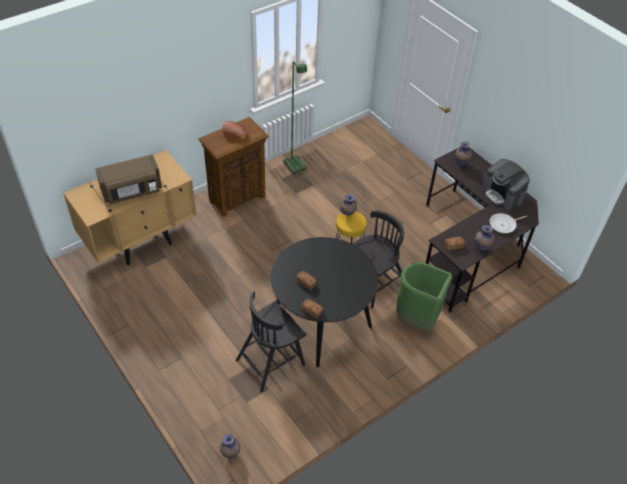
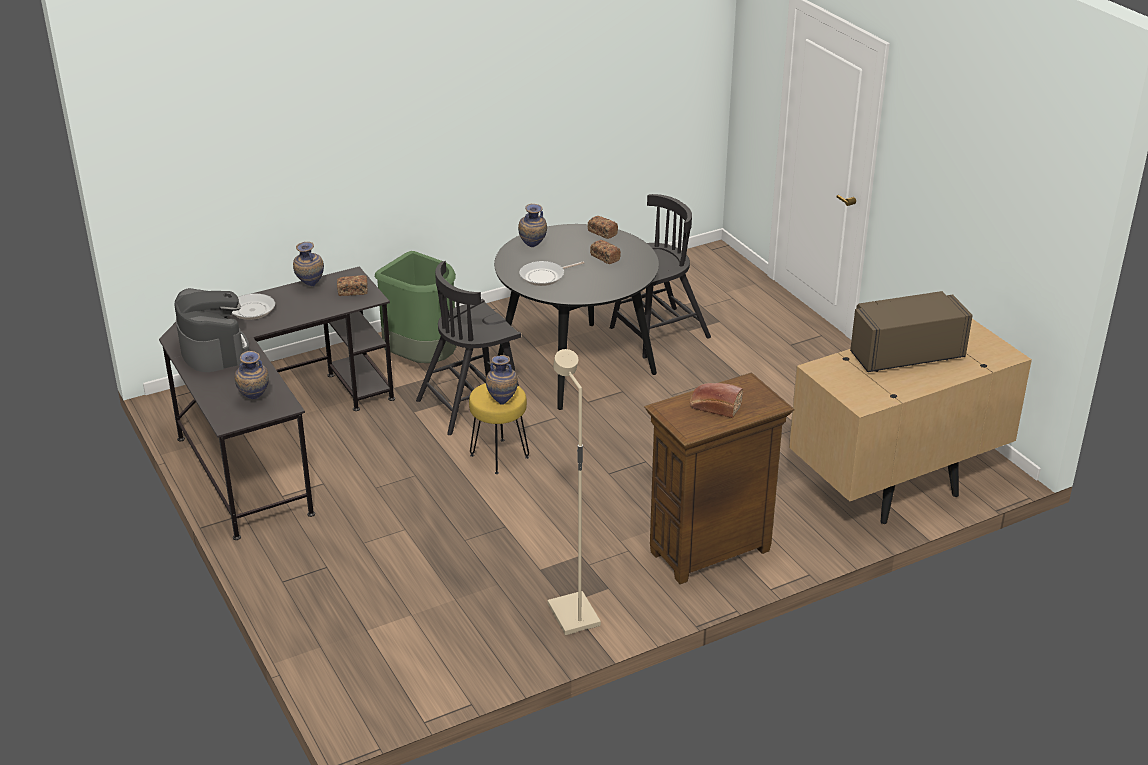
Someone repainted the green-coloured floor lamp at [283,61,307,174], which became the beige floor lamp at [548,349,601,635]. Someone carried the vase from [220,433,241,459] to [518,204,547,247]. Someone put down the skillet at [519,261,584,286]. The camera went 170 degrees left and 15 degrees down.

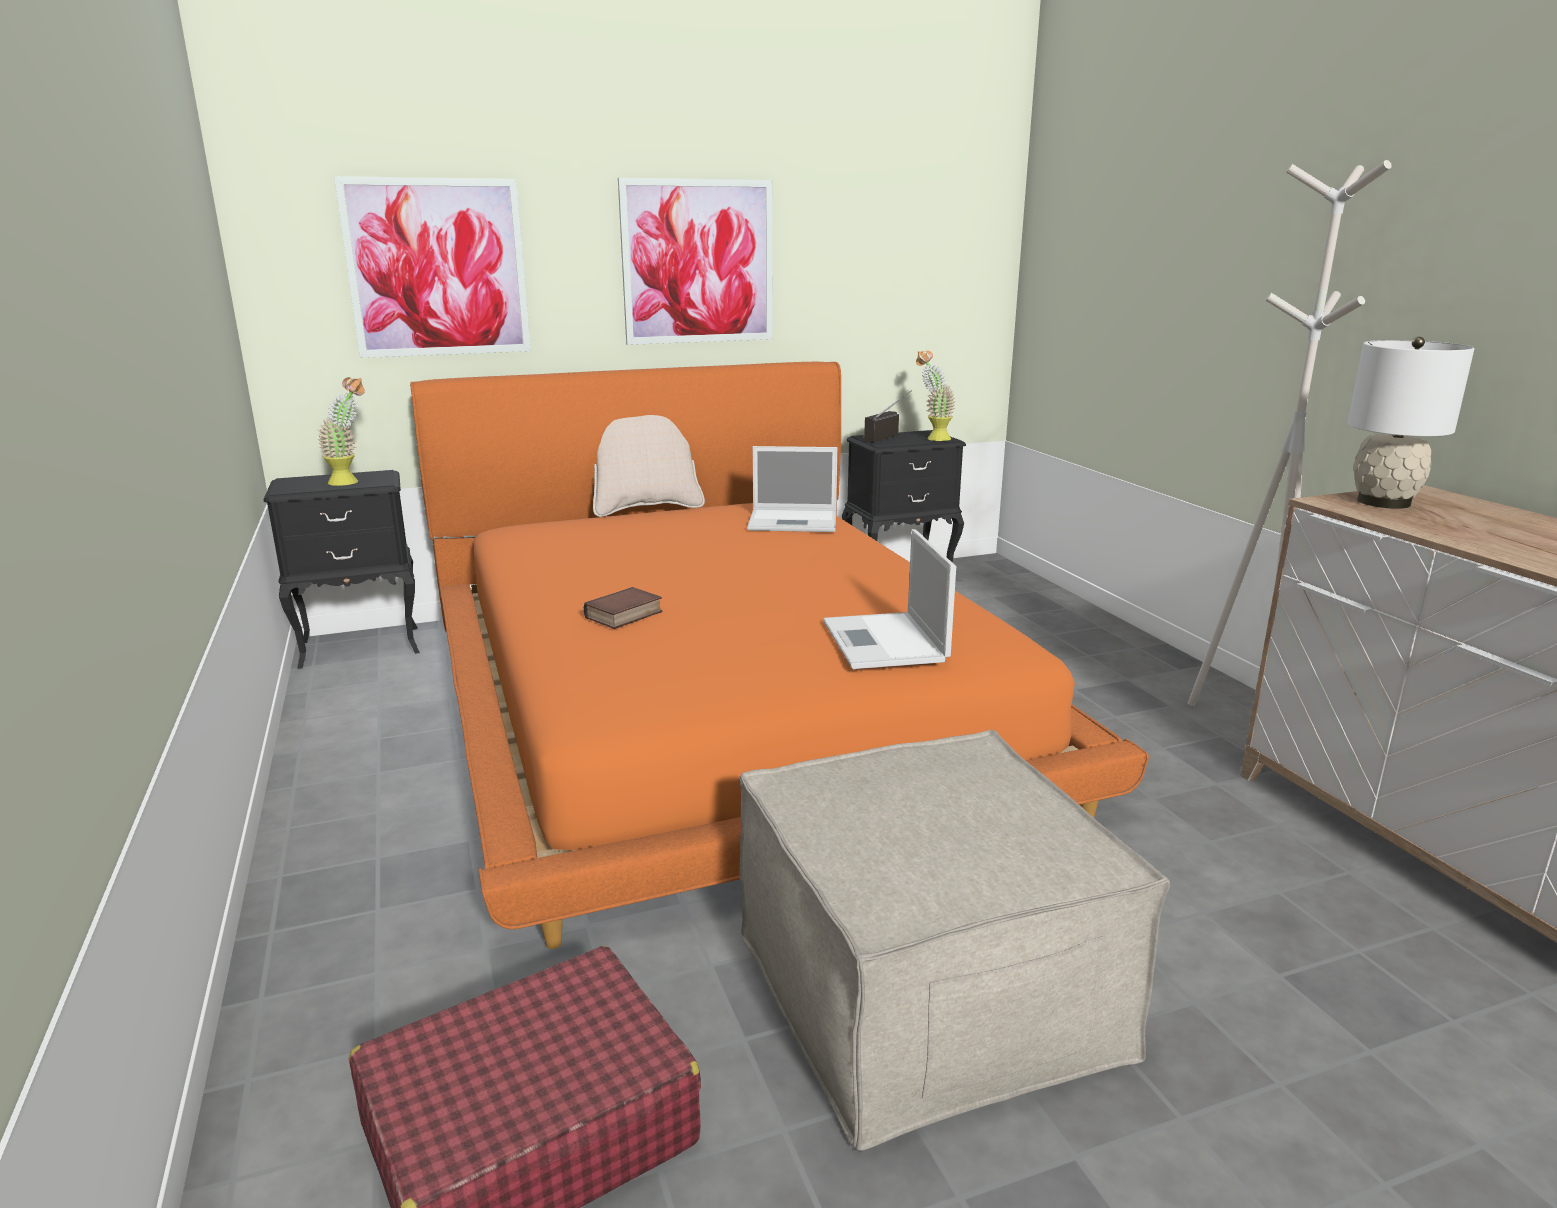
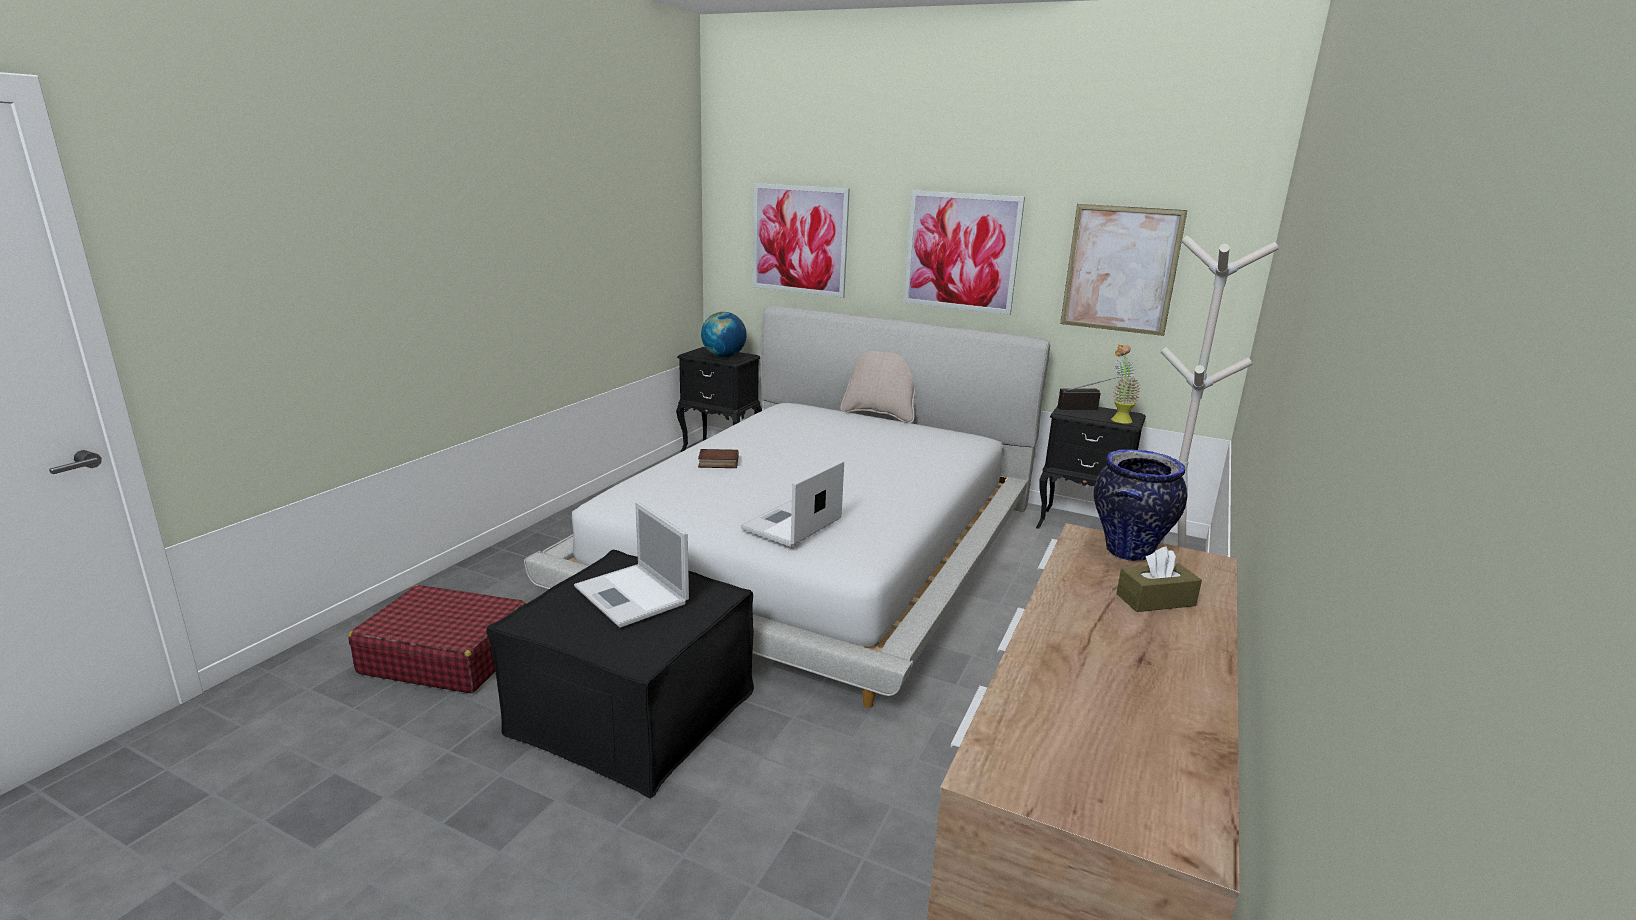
Someone swapped the whitish table lamp at [1348,337,1474,509] for the vase at [1094,449,1187,561]. Someone repainted the orange-coloured bedroom bed at [410,362,1149,949], which became the whitish bedroom bed at [524,306,1050,708]. Someone swapped the potted plant at [318,377,365,486] for the world globe at [701,312,747,357]. Someone carried the notebook computer from [747,446,837,532] to [574,502,689,628]. Someone repainted the beige ottoman at [739,730,1170,1151], which became the black-coloured ottoman at [486,550,754,798]. Someone put up the picture at [1060,204,1187,336]. Someone put down the brownish tissue box at [1116,547,1202,612]. The camera went 45 degrees right and 0 degrees up.

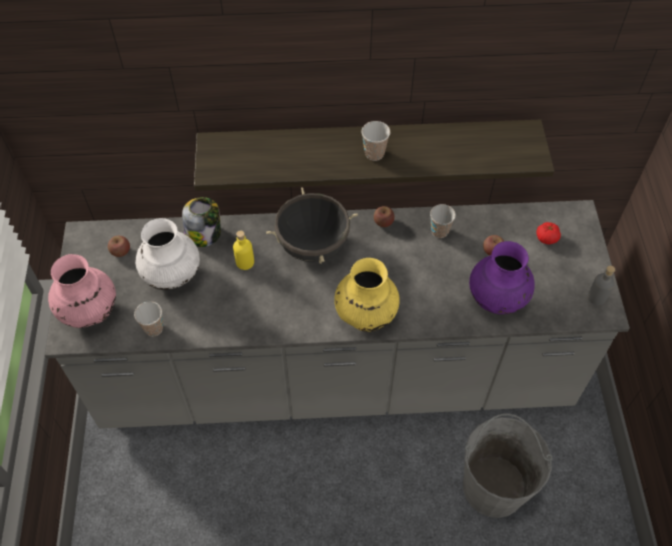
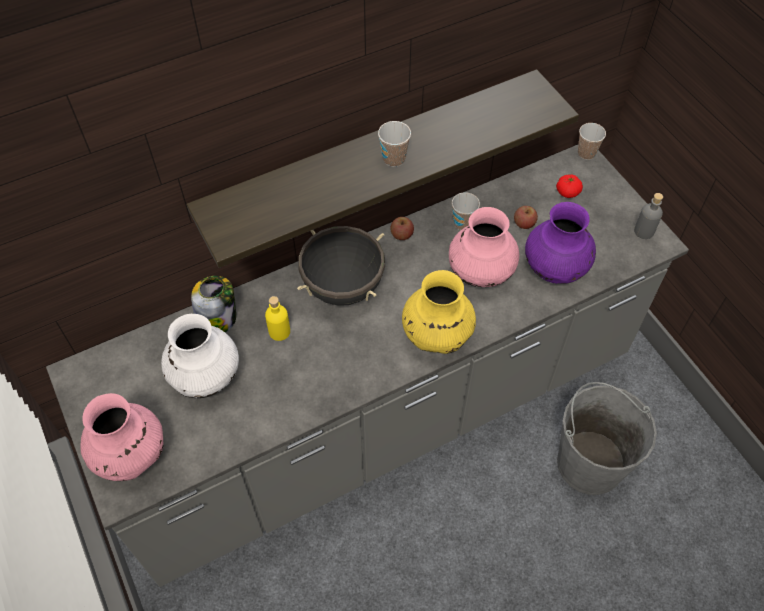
Someone took away the apple fruit at [108,236,130,257]. Someone carried the small cup from [134,301,163,337] to [578,123,606,160]. Someone put down the pinkish vase at [449,207,519,287]. The camera went 25 degrees left and 0 degrees up.

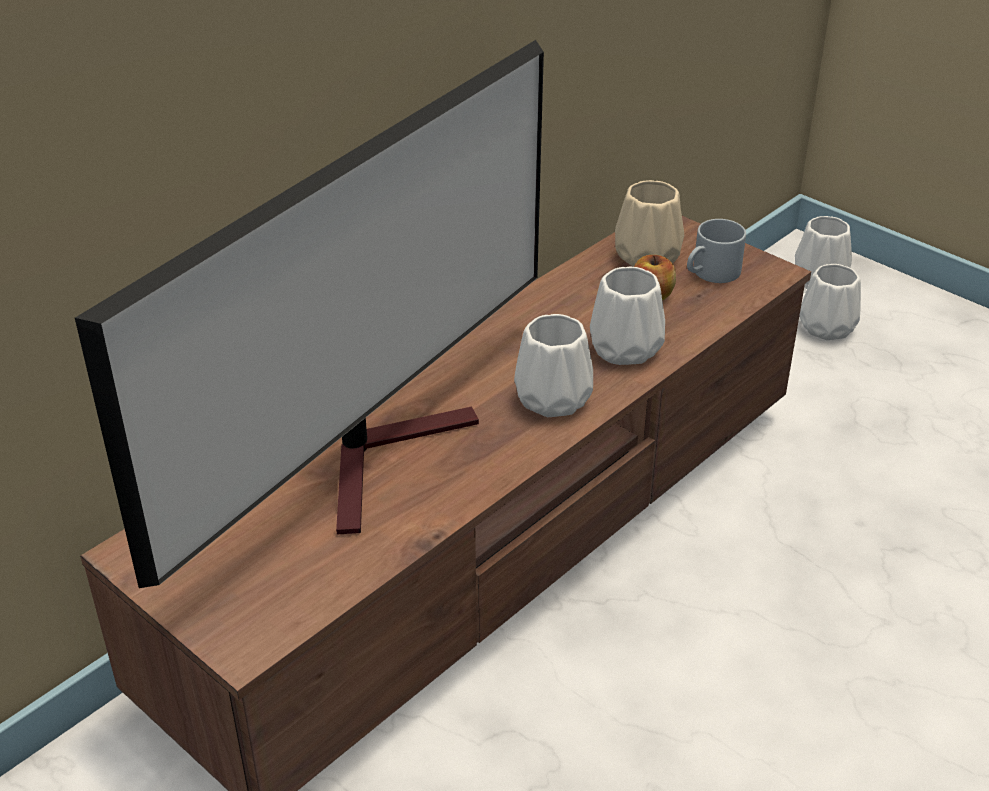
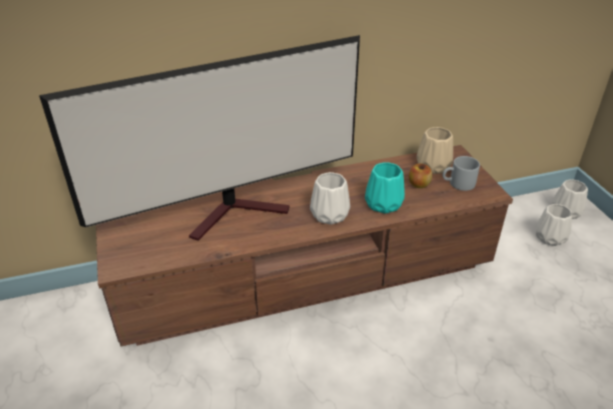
Someone repainted the whitish vase at [590,267,665,365], which became the turquoise-coloured vase at [365,162,405,214]. The camera went 30 degrees right and 0 degrees up.

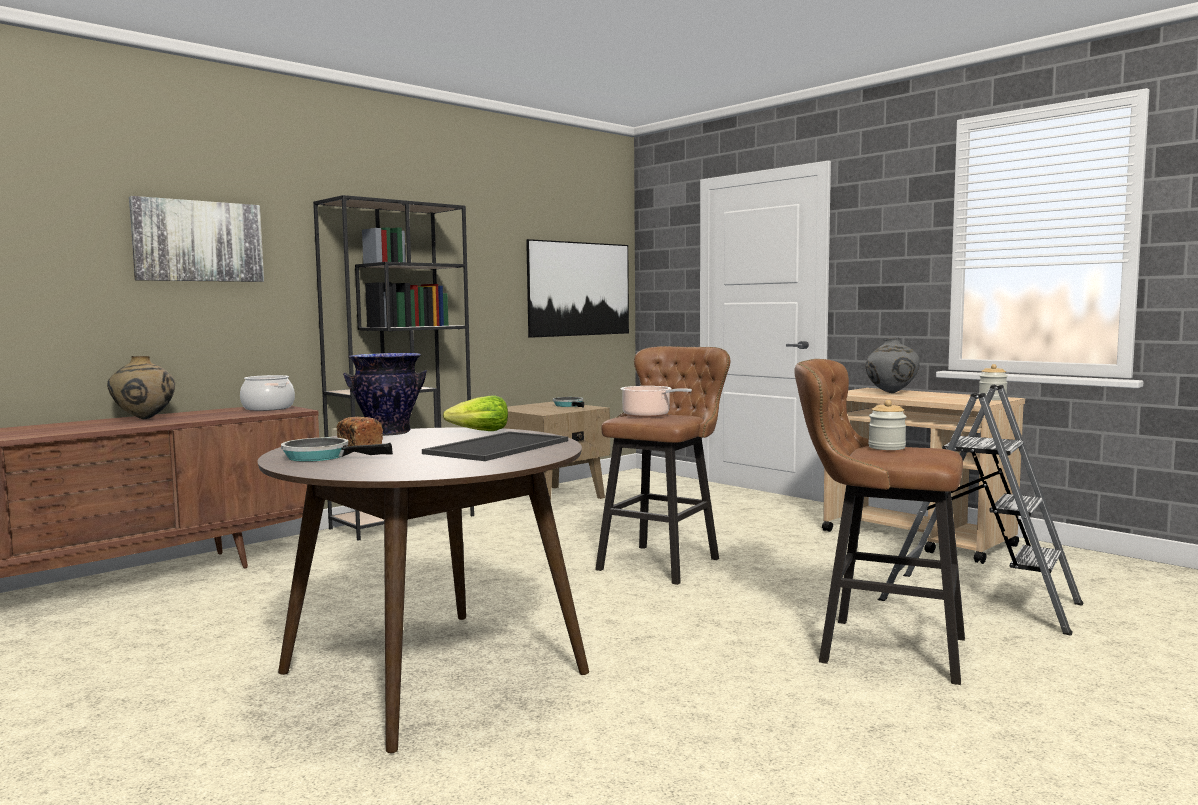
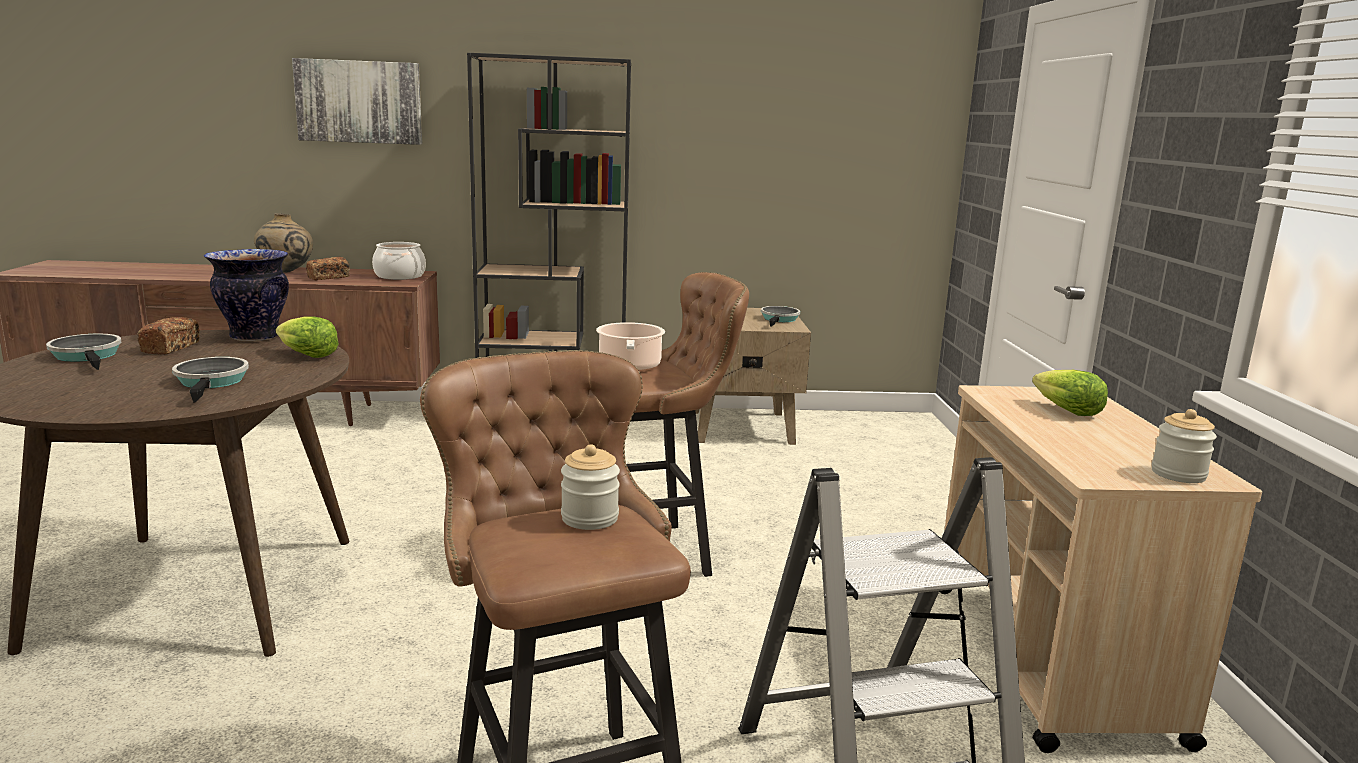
Someone took away the picture at [526,239,629,338]. Someone swapped the greyish vase at [865,338,920,393] for the head of lettuce at [1032,370,1108,416]. Someone swapped the tray at [422,431,568,461] for the skillet at [172,357,249,403]. Someone put down the bread at [306,257,350,280]. The camera went 40 degrees right and 10 degrees up.

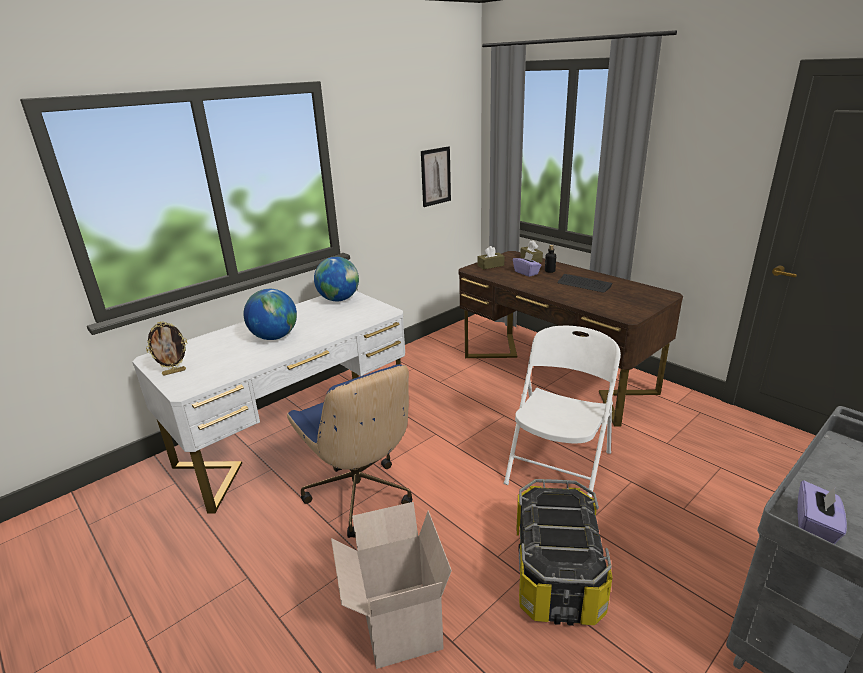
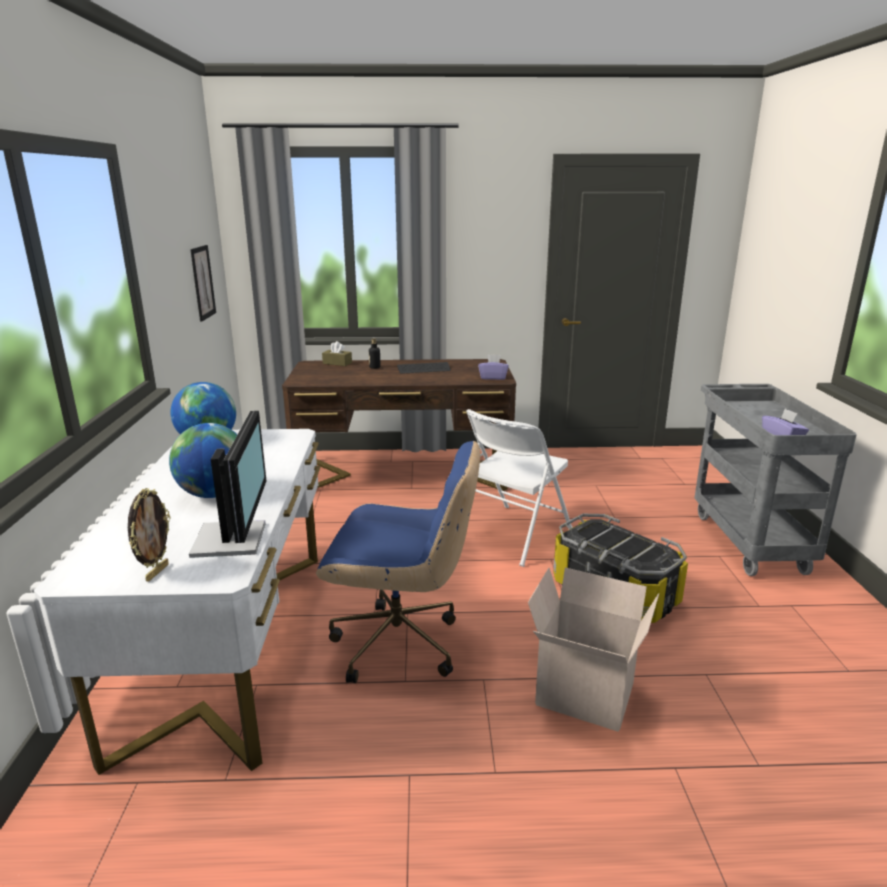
Someone took away the brownish tissue box at [478,246,504,270]. Someone carried the purple tissue box from [513,252,542,277] to [478,354,509,380]. Someone rotated the whitish chair at [504,326,621,498] by 120 degrees counterclockwise. Someone put down the monitor at [189,411,267,558]. The camera went 50 degrees left and 5 degrees down.

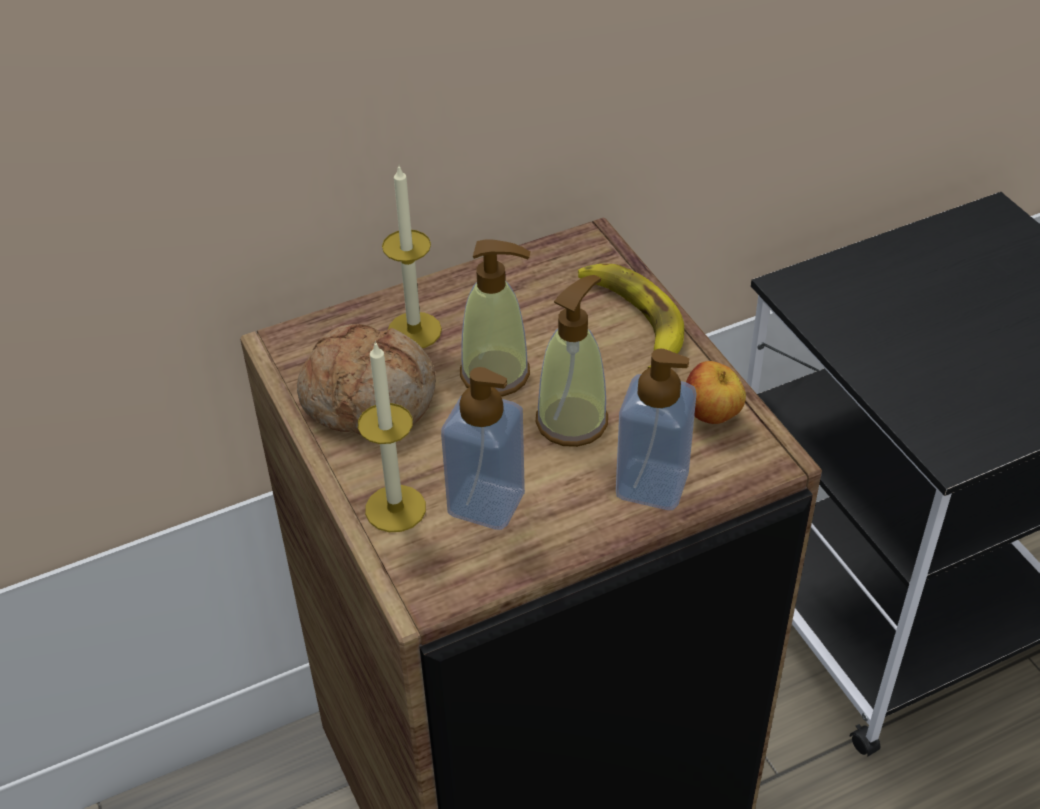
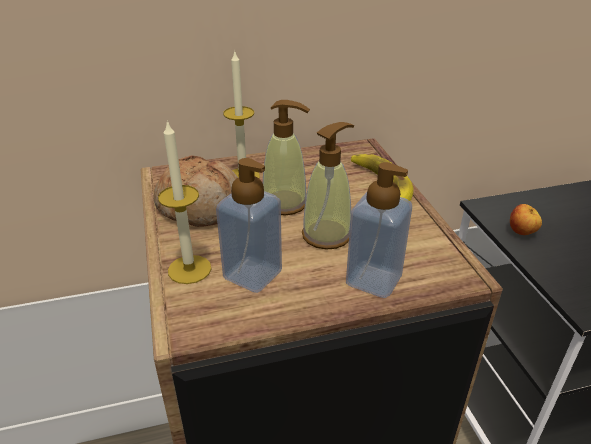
Someone carried the apple fruit from [686,361,746,424] to [510,204,542,235]. The camera went 10 degrees right and 10 degrees down.

